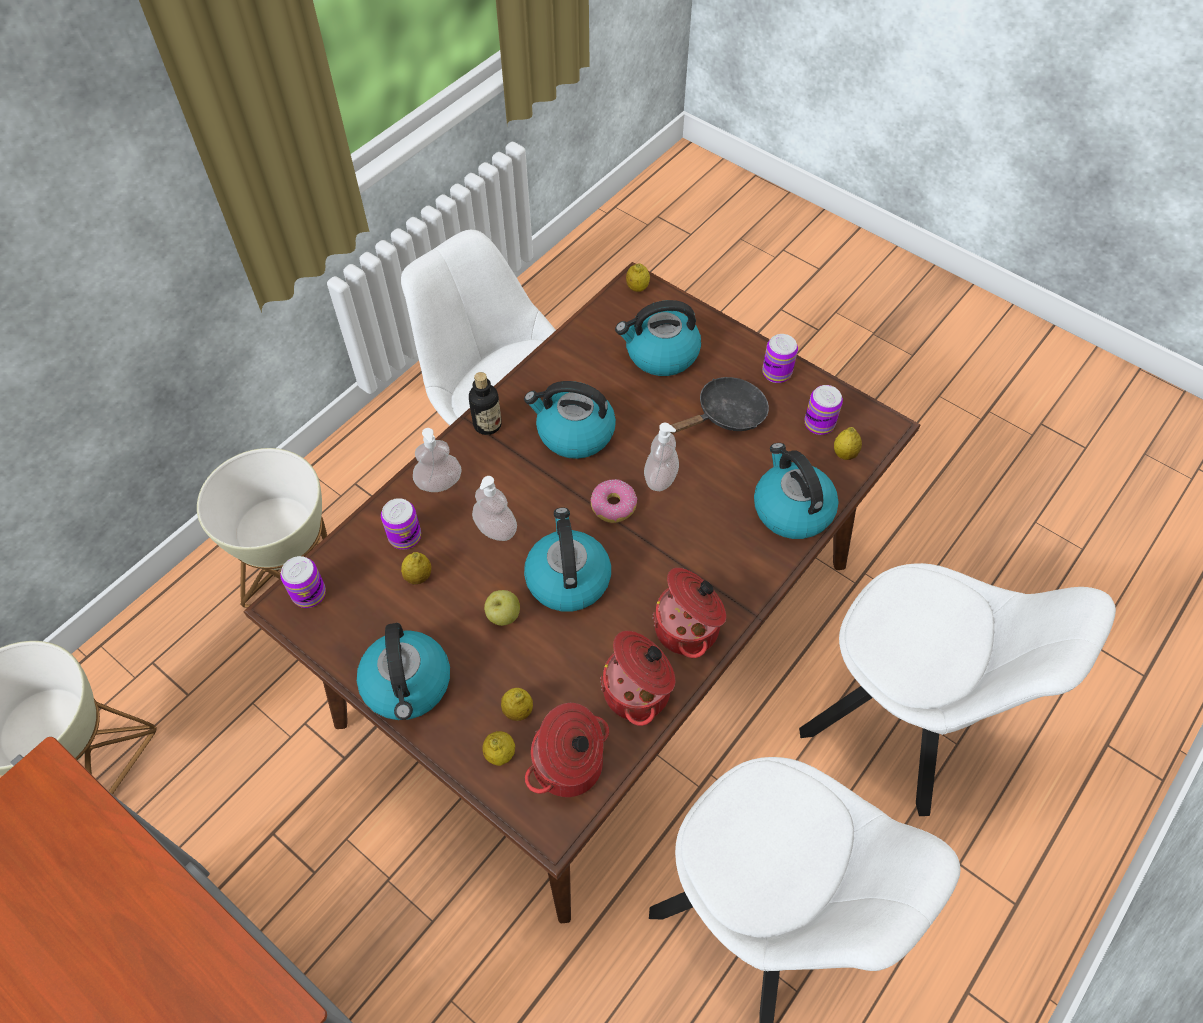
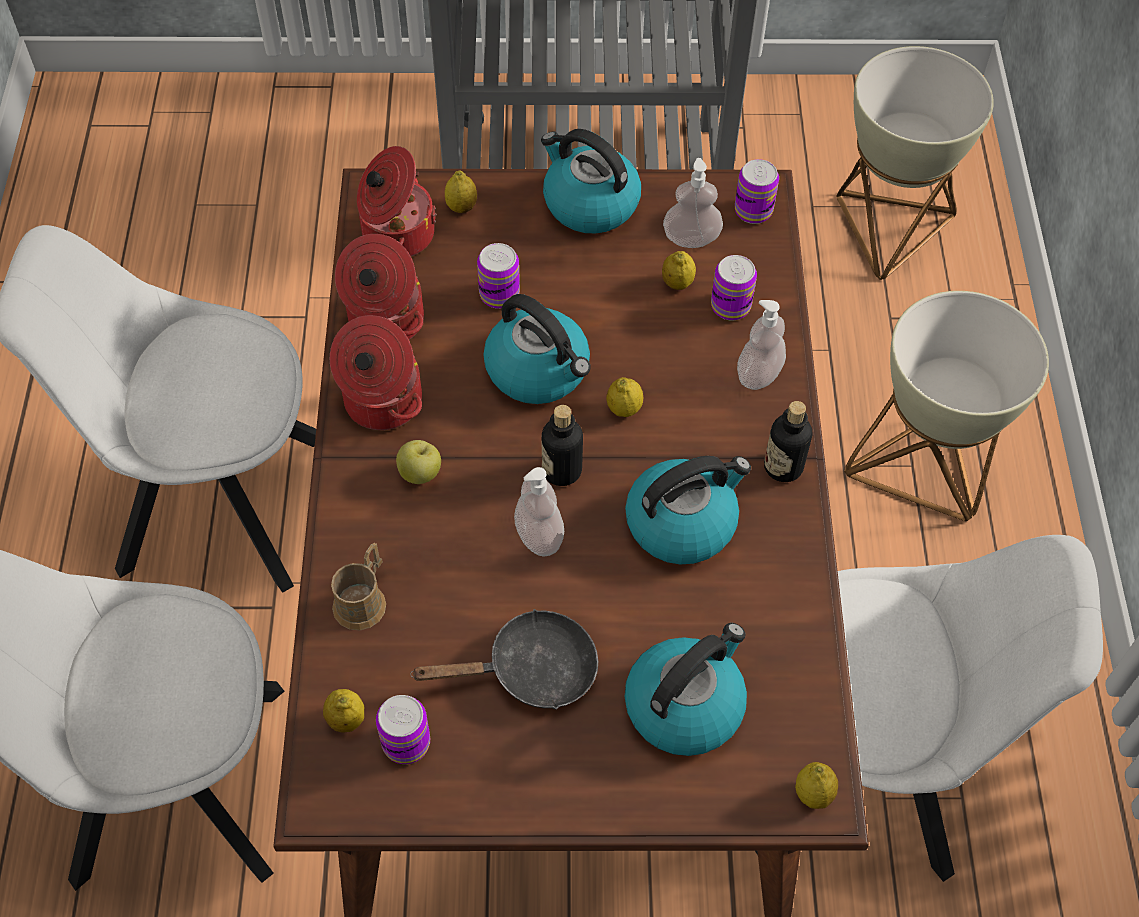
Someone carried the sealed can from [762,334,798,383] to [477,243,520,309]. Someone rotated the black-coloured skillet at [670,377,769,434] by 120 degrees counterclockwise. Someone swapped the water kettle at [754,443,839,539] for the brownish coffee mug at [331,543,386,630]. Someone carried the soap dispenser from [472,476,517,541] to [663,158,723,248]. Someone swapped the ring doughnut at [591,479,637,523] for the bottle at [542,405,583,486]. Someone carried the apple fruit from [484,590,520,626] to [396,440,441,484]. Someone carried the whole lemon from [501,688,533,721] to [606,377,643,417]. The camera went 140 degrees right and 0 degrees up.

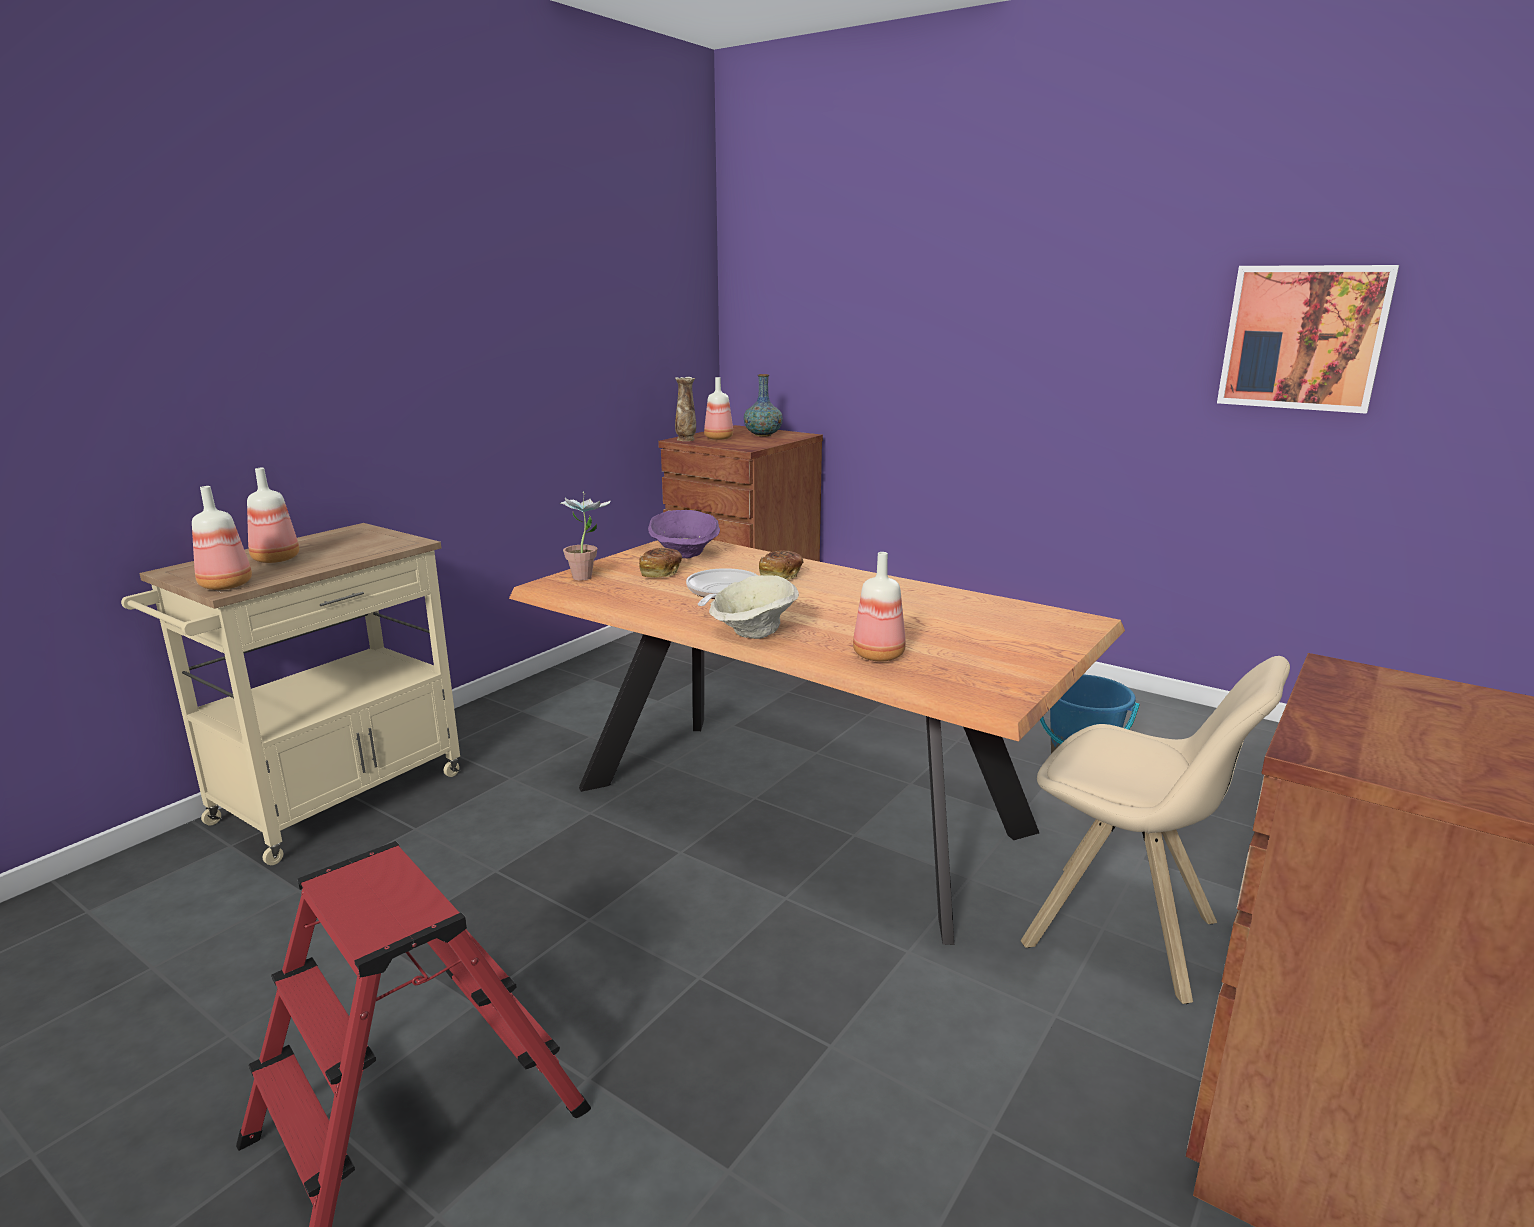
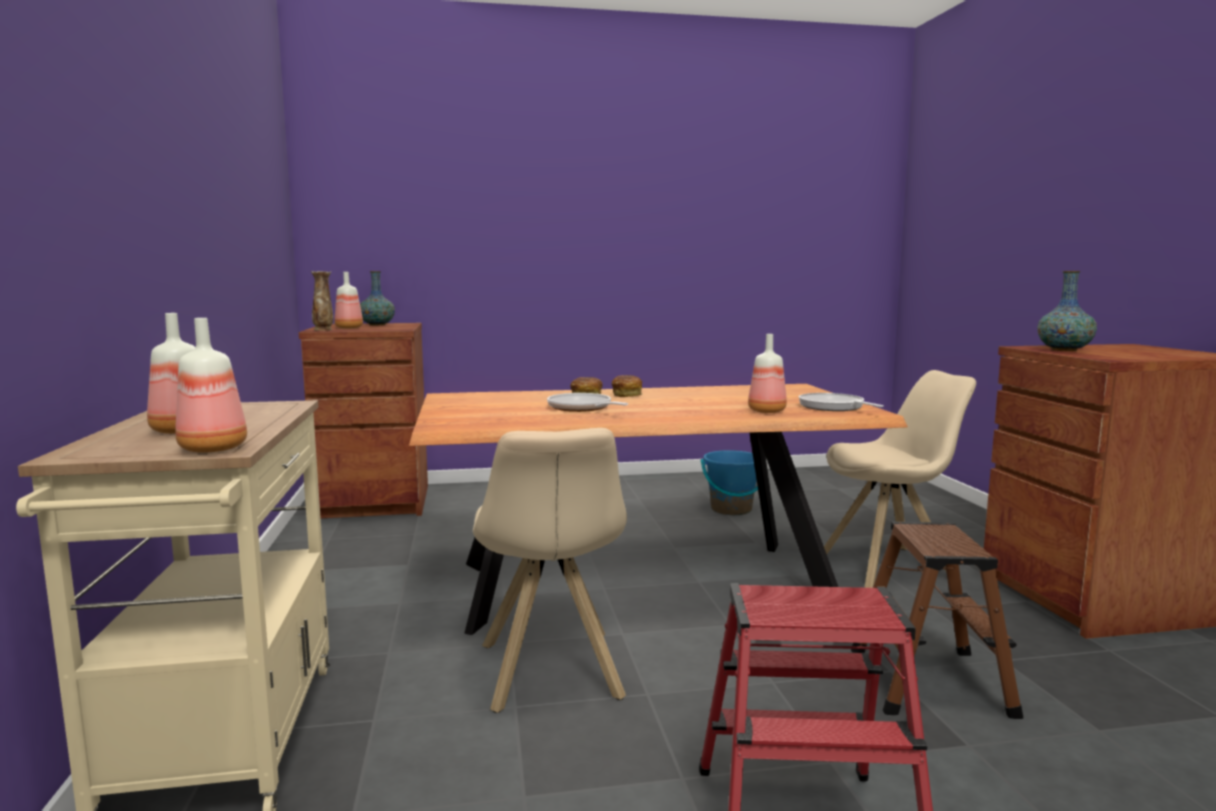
Someone took away the picture at [1217,265,1399,414]. Someone took away the potted plant at [560,491,611,580]. Someone took away the purple serving bowl at [648,510,720,559]. Someone carried the bread from [639,548,682,578] to [612,375,642,397]. Someone took away the beige serving bowl at [709,575,799,639]. Someone put down the vase at [1037,271,1097,351]. Someone put down the skillet at [799,393,884,411]. Someone put down the beige chair at [473,428,627,713]. Someone put down the brownish stepladder at [851,522,1024,719]. The camera went 45 degrees left and 10 degrees down.

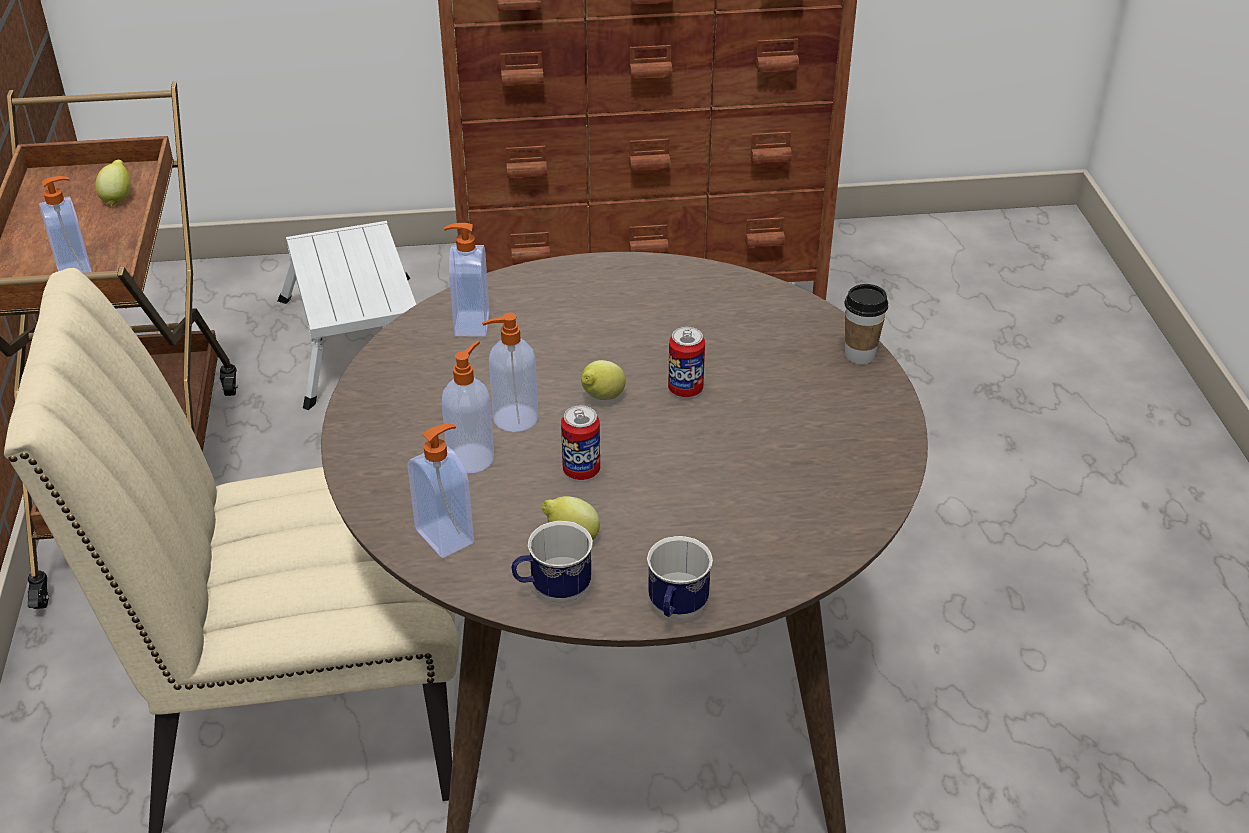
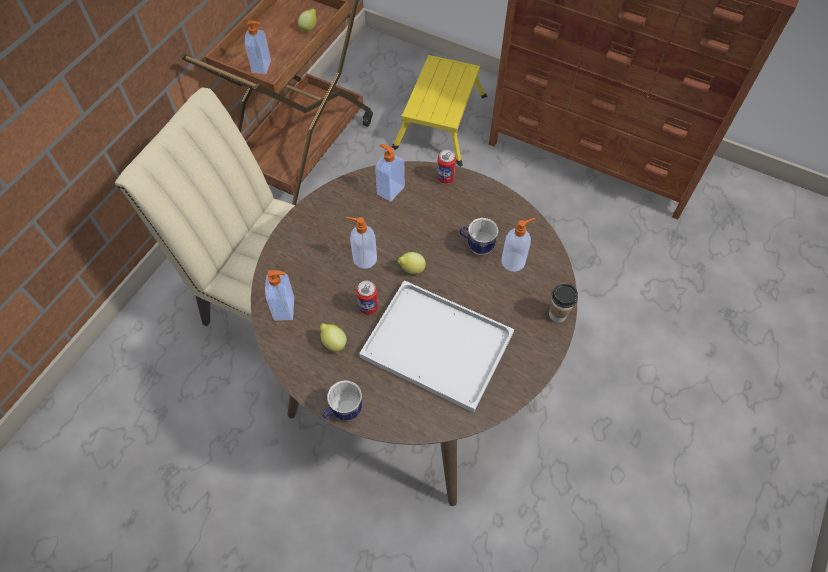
Someone repainted the whitish stepladder at [278,221,416,410], which became the yellow-coloured stepladder at [392,55,487,167]. Someone carried the sealed can from [668,327,705,397] to [437,150,456,184]. Someone carried the soap dispenser from [442,341,494,473] to [501,218,536,272]. Someone carried the coffee mug from [512,521,593,603] to [459,218,498,255]. Someone put down the whitish tray at [359,280,514,413]. The camera went 35 degrees right and 20 degrees up.

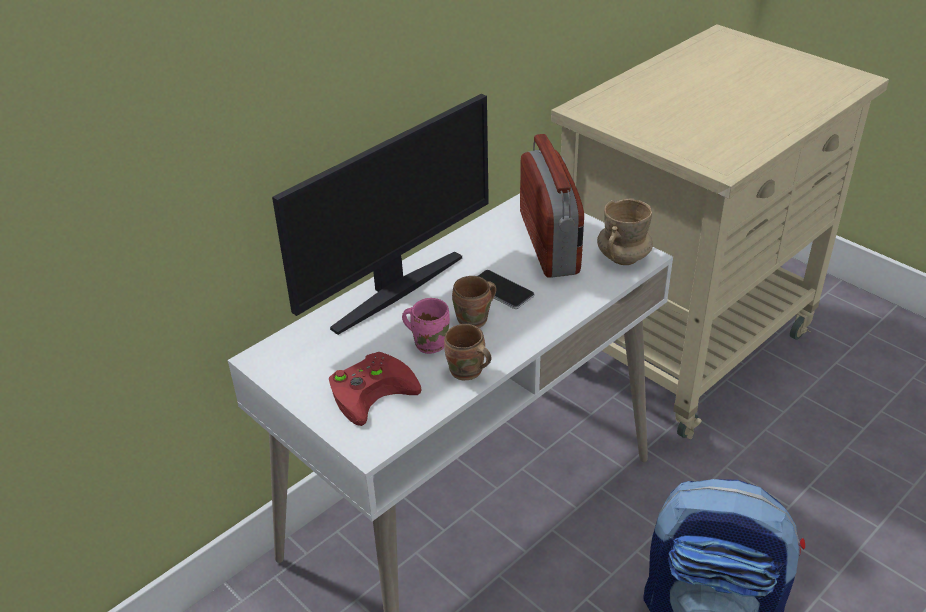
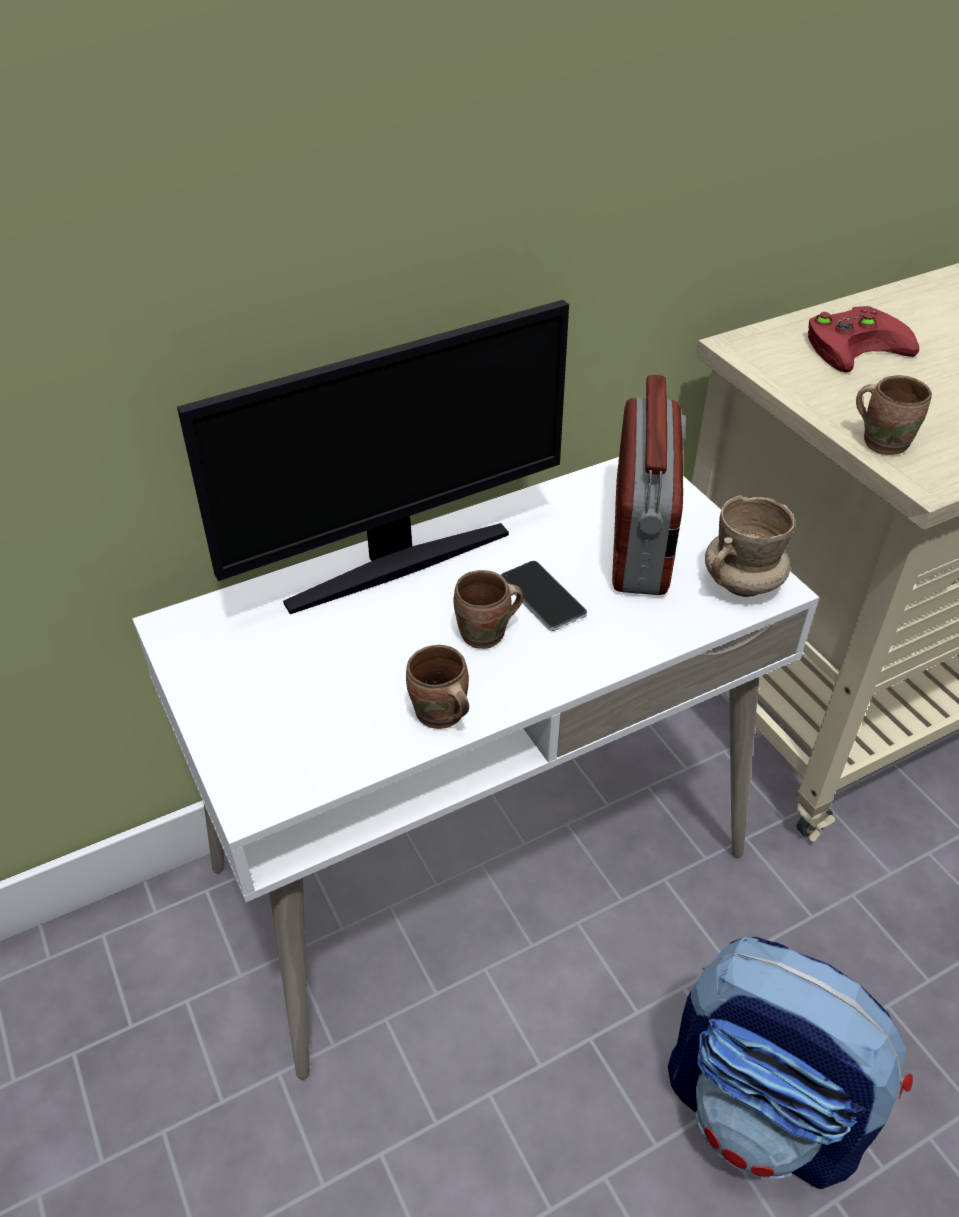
Someone took away the pinkish coffee mug at [402,298,450,354]. Someone carried the red-coloured joypad from [329,352,422,426] to [808,306,919,373]. Someone put down the brownish coffee mug at [856,375,932,455]. The camera went 15 degrees right and 5 degrees up.

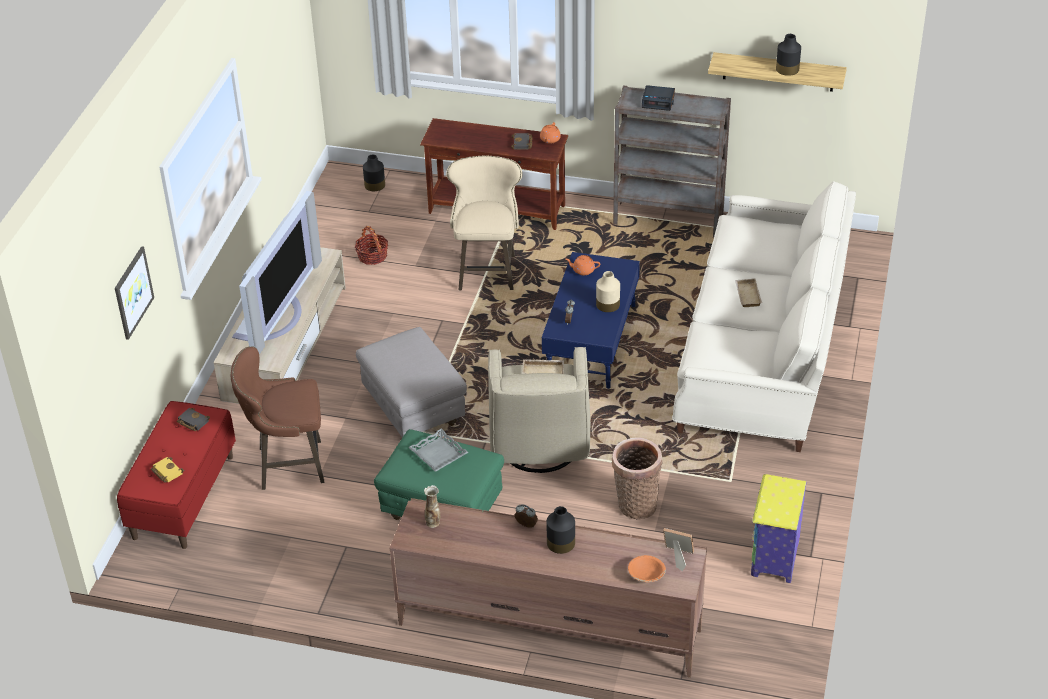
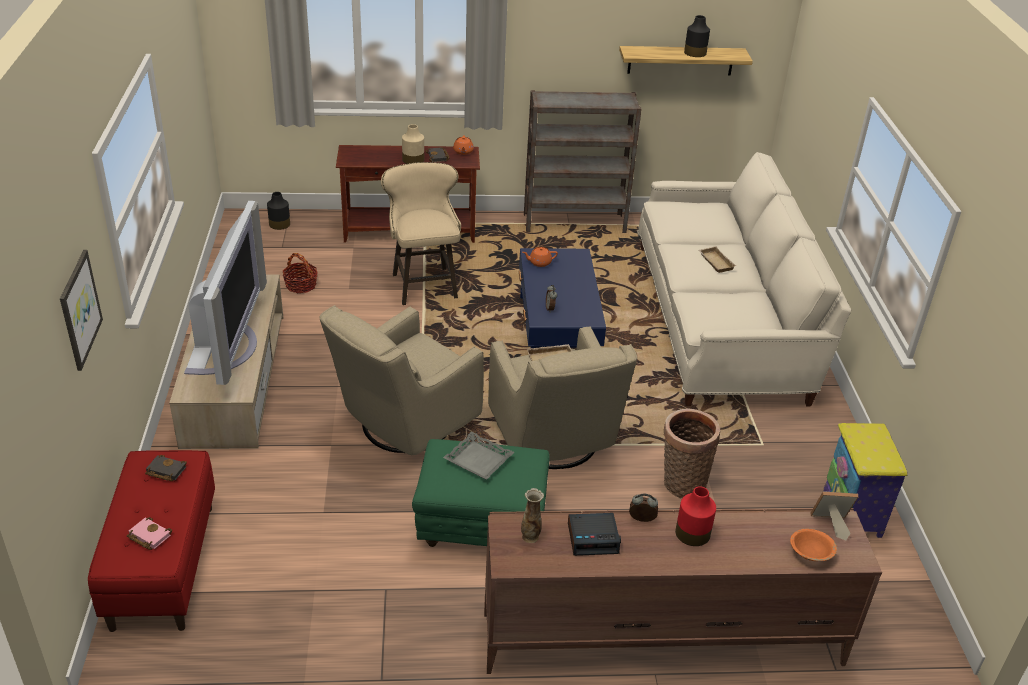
Someone carried the table clock from [642,85,675,111] to [568,513,621,556]. Someone carried the beige vase from [596,271,620,312] to [402,124,424,164]. Someone swapped the greyish ottoman at [356,327,467,438] for the beige armchair at [320,305,484,456]. Someone took away the brownish stool seat at [231,346,324,490]. Someone repainted the yellow-coloured volume at [151,457,184,483], which became the pinkish volume at [127,517,172,550]. Someone repainted the black-coloured vase at [546,506,575,554], which became the red-coloured vase at [675,486,716,546]. The camera went 20 degrees left and 5 degrees down.

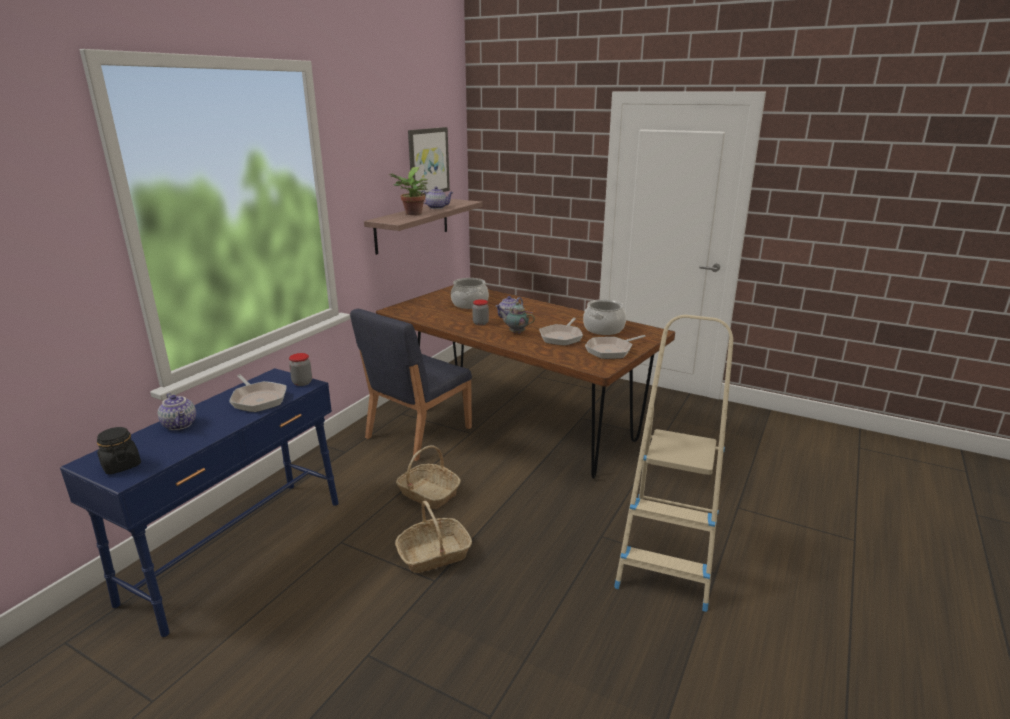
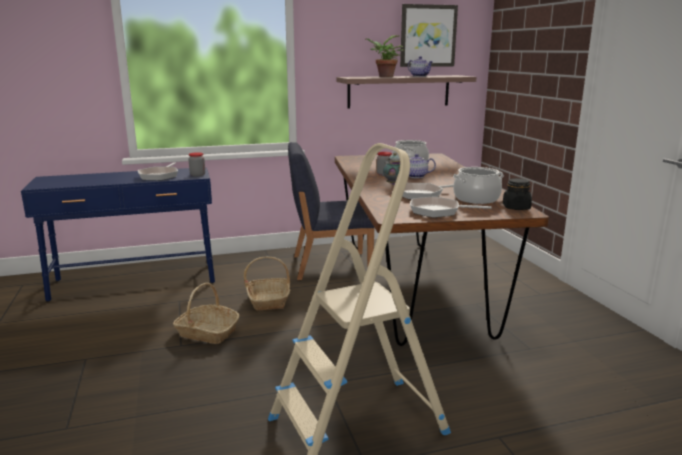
Someone took away the teapot at [158,393,196,430]. Someone carried the black-coloured jar from [97,427,141,474] to [503,178,532,210]. The camera went 45 degrees right and 5 degrees down.

